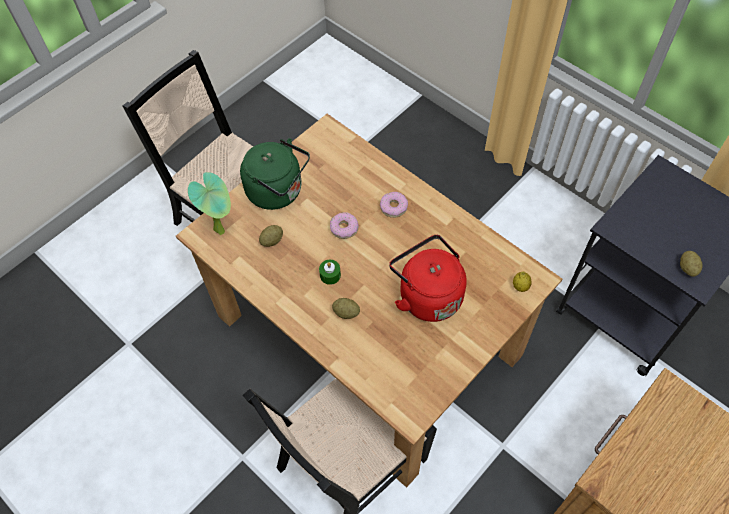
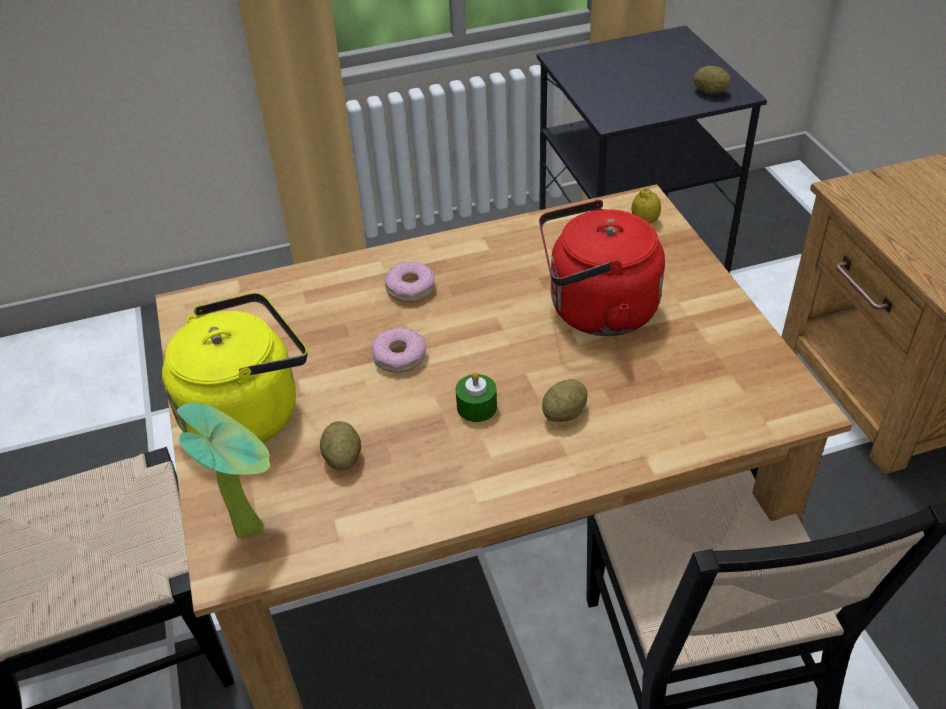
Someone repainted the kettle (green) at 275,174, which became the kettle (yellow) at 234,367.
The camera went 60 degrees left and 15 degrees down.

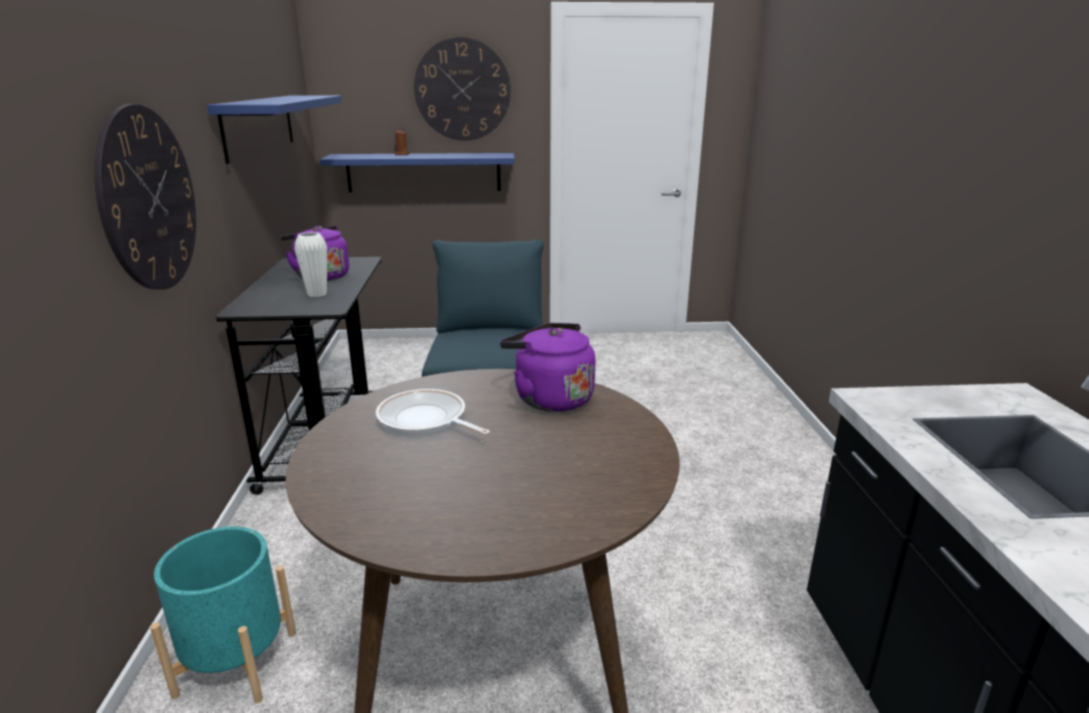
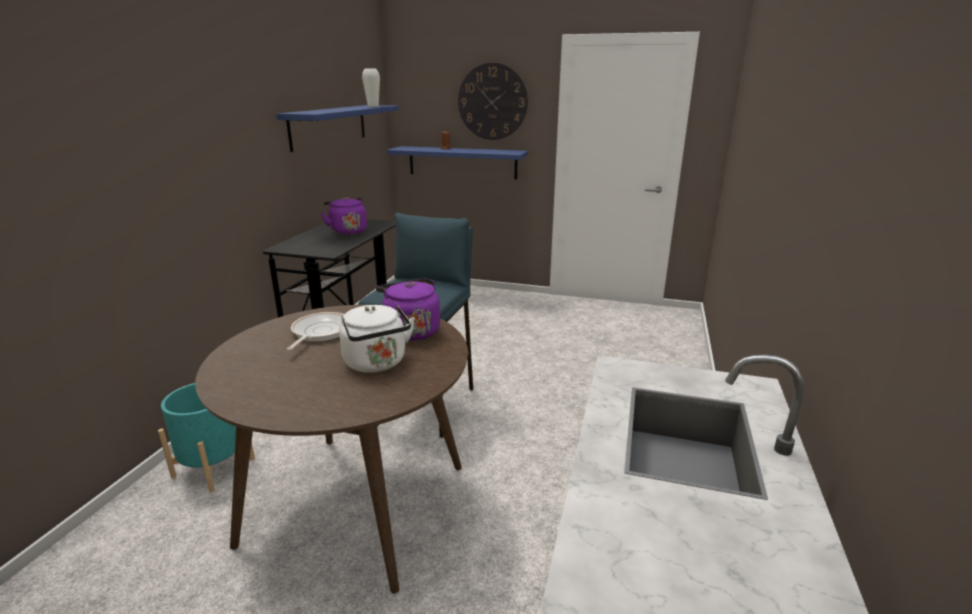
Someone took away the wall clock at 145,197.
Someone carried the vase (white) from 310,264 to 371,88.
Someone rotated the frying pan at 433,412 by 45 degrees clockwise.
Someone put down the kettle (white) at 377,339.
The camera went 20 degrees right and 0 degrees up.

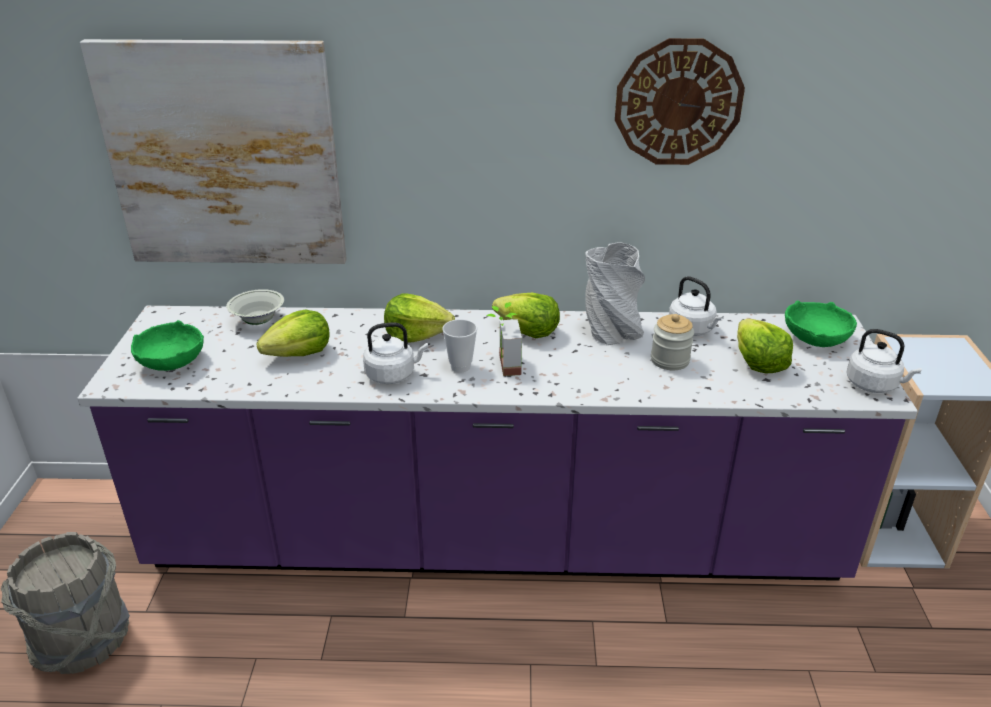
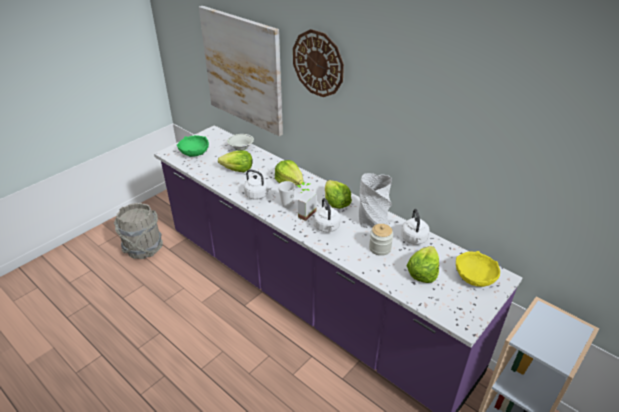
Someone carried the wall clock from 680,101 to 318,63.
Someone repainted the bowl (green) at 821,323, which became the bowl (yellow) at 478,269.
Someone carried the kettle (white) from 884,361 to 327,215.
The camera went 40 degrees right and 5 degrees up.

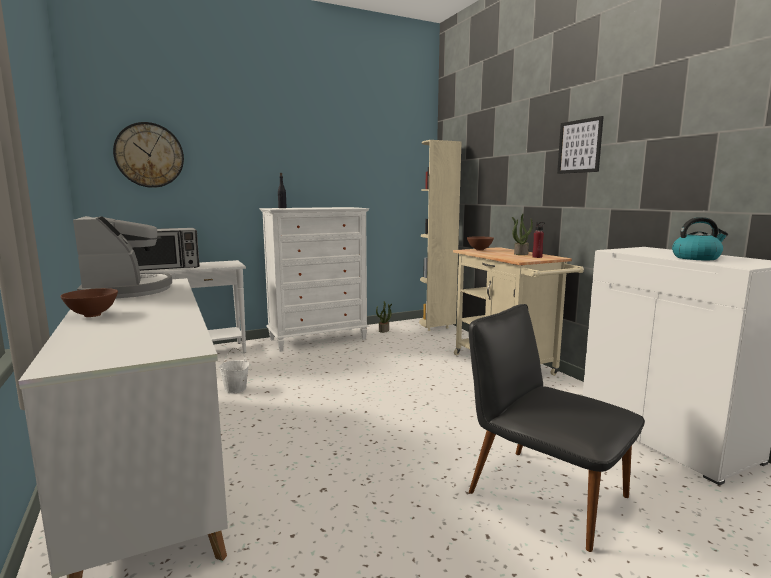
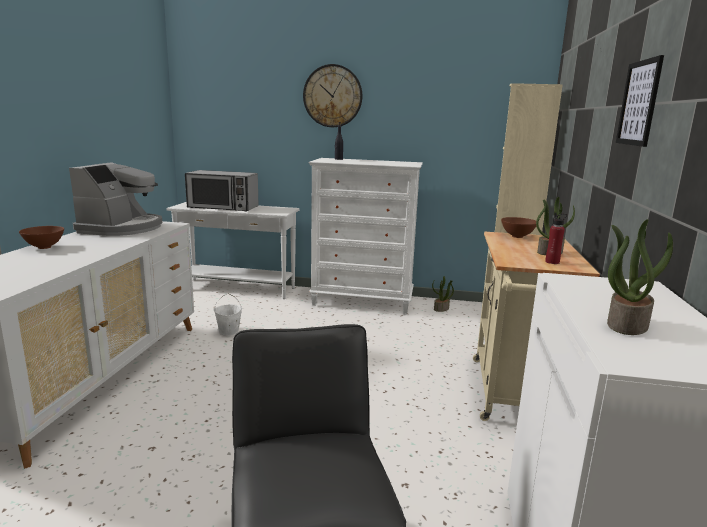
Someone carried the wall clock from 148,155 to 332,95.
Someone swapped the kettle at 700,238 for the potted plant at 640,277.
The camera went 35 degrees right and 5 degrees up.

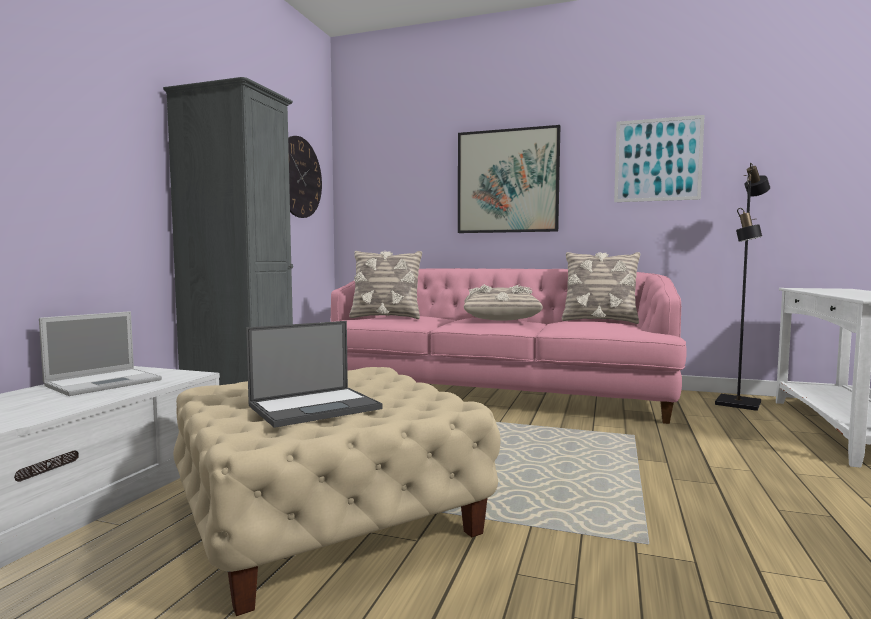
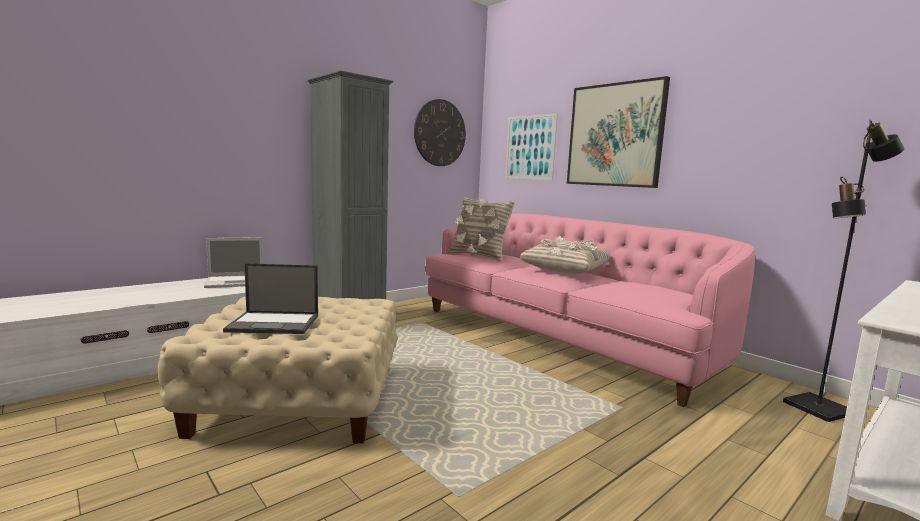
Someone took away the pillow (beige) at 601,288.
Someone carried the picture from 659,158 to 531,146.
The camera went 30 degrees right and 5 degrees up.

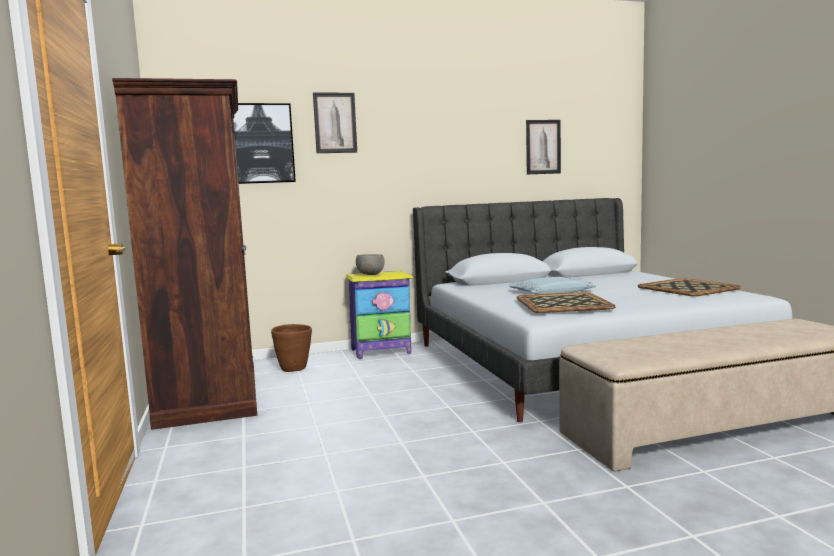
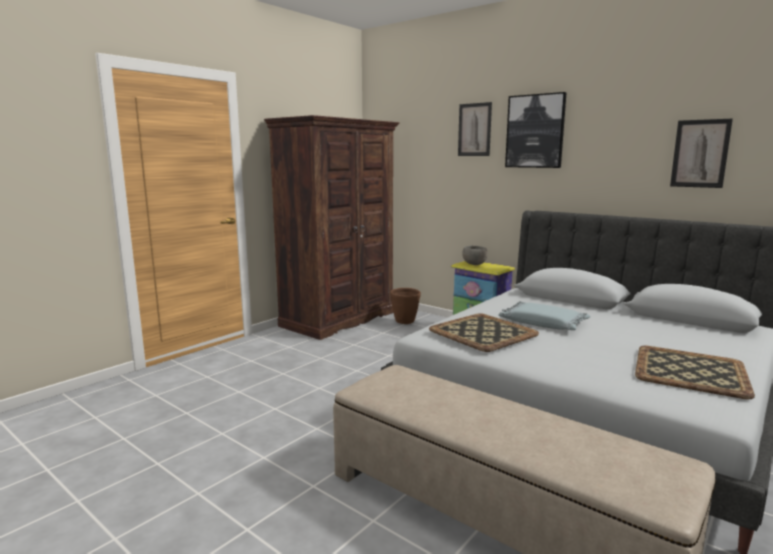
Someone carried the picture from 264,143 to 536,130.
The camera went 55 degrees right and 5 degrees up.

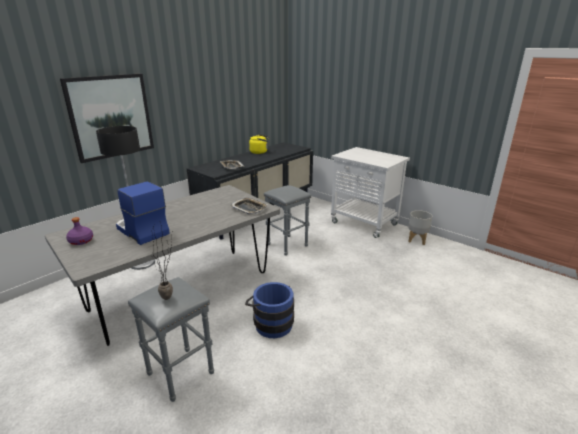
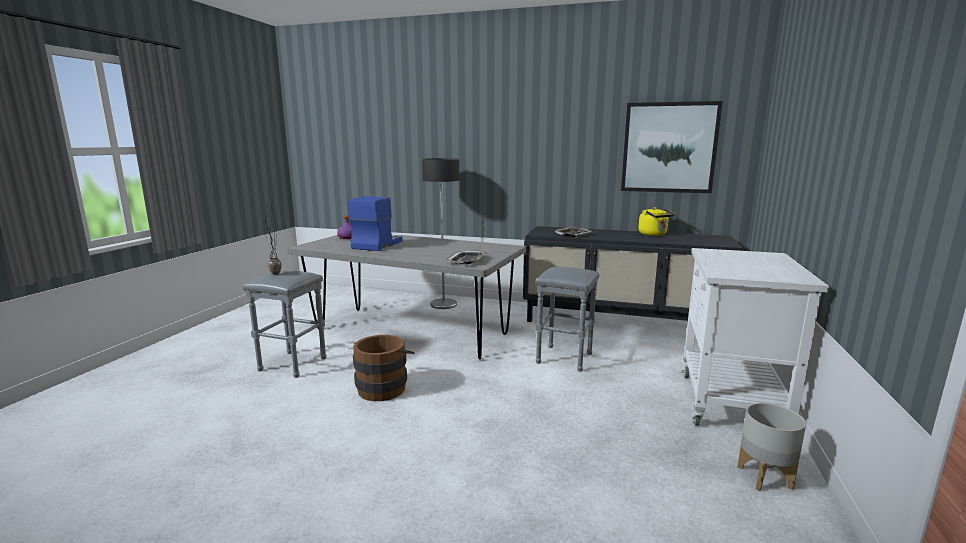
Someone carried the picture from 107,118 to 672,147.
Someone repainted the bucket (blue) at 269,310, which became the bucket (brown) at 384,368.
The camera went 65 degrees right and 10 degrees down.

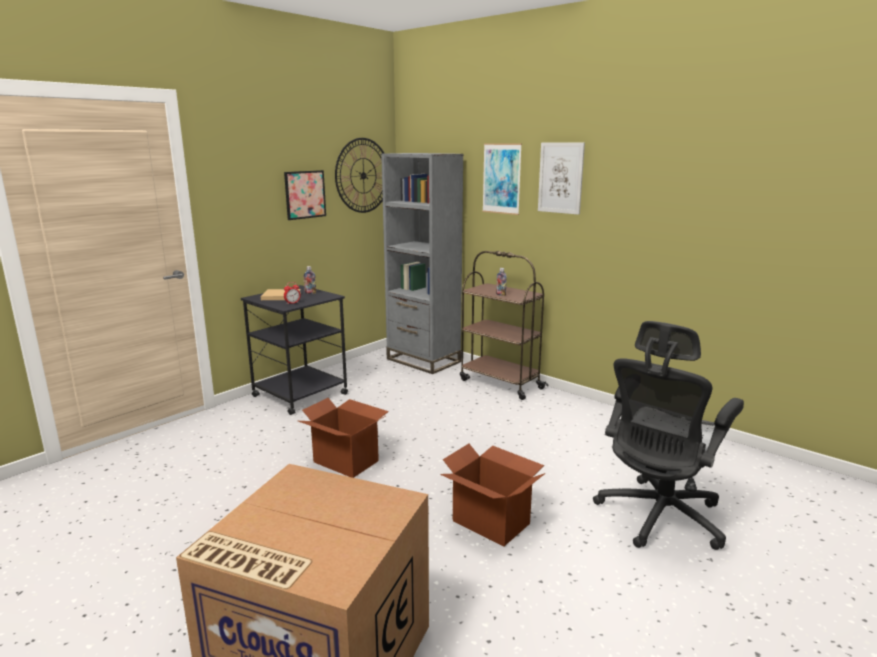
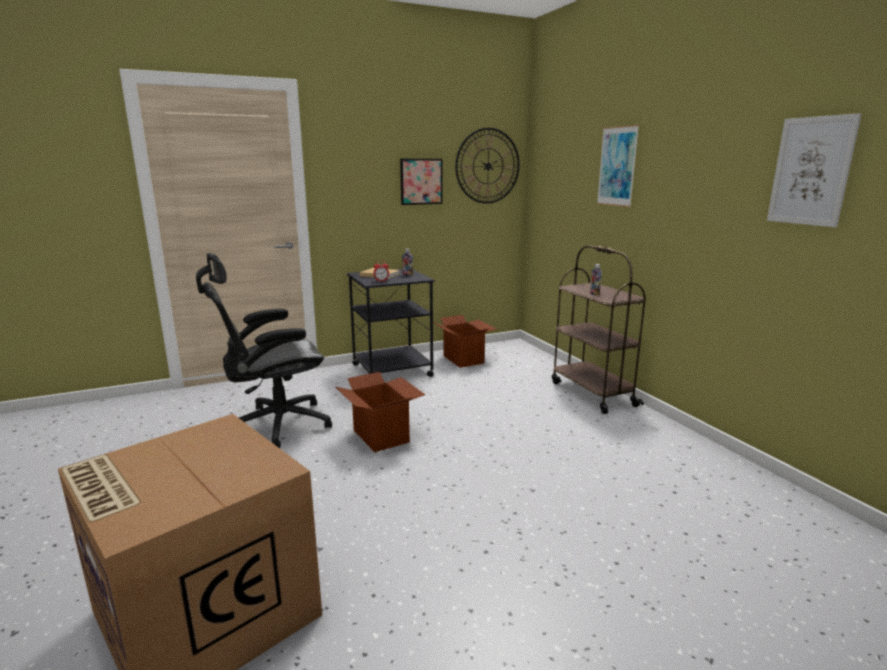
Someone took away the bookcase (grey) at 422,263.
Someone carried the cardboard box from 492,495 to 464,341.
Someone carried the picture from 561,178 to 814,170.
Someone carried the office chair from 668,435 to 264,350.
The camera went 25 degrees right and 0 degrees up.

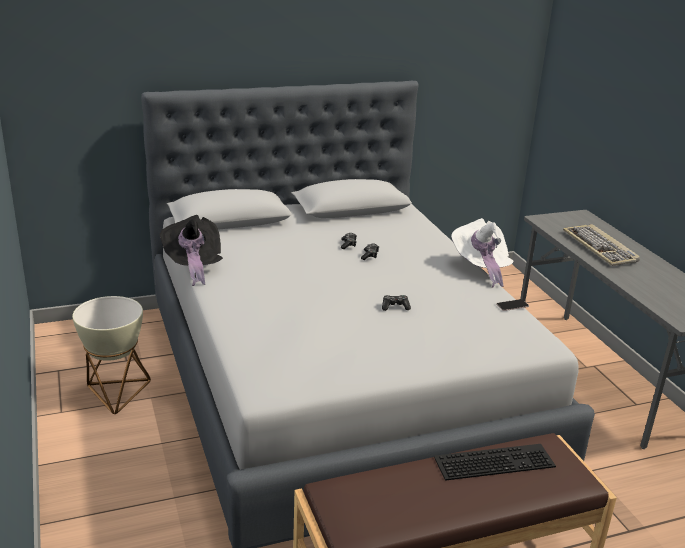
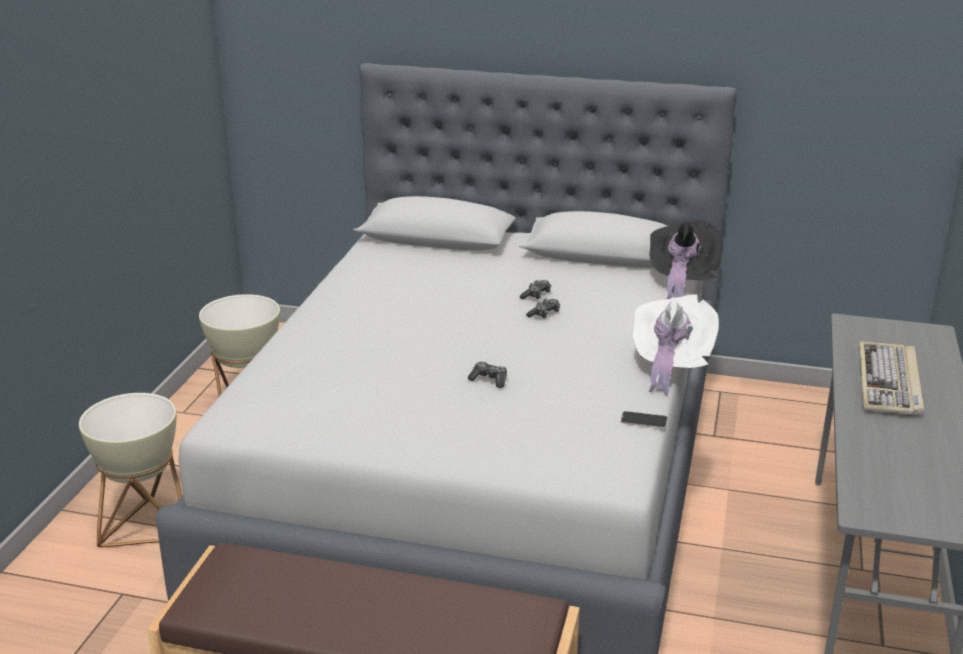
Someone carried the hat (black) from 191,250 to 686,259.
Someone took away the keyboard at 495,462.
Someone put down the planter at 130,470.
The camera went 35 degrees right and 0 degrees up.

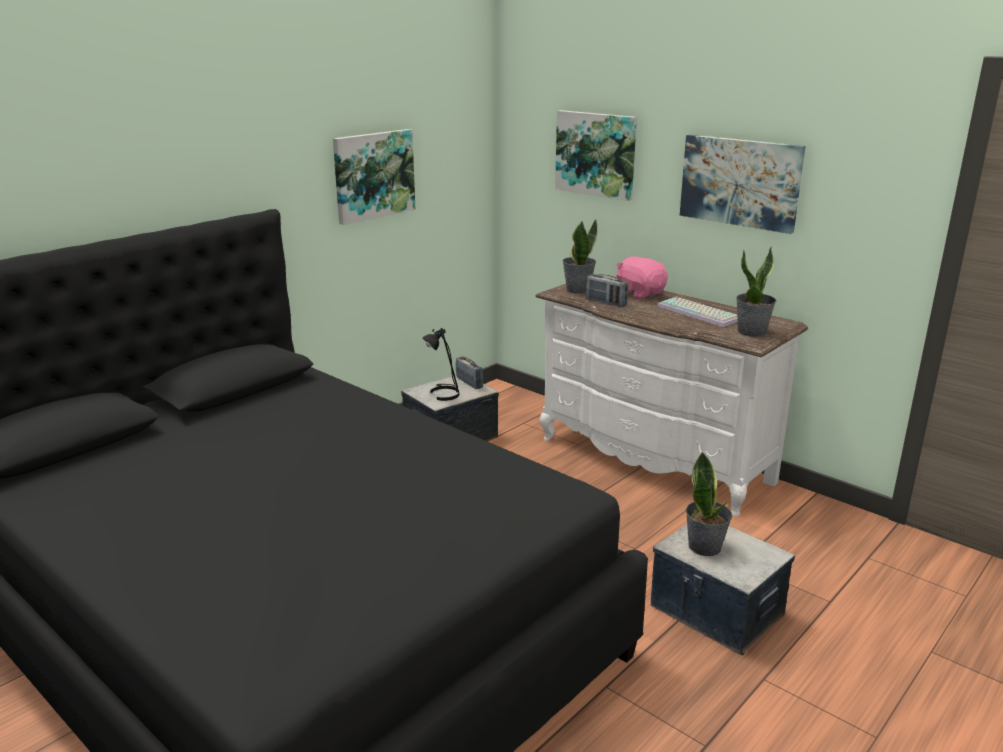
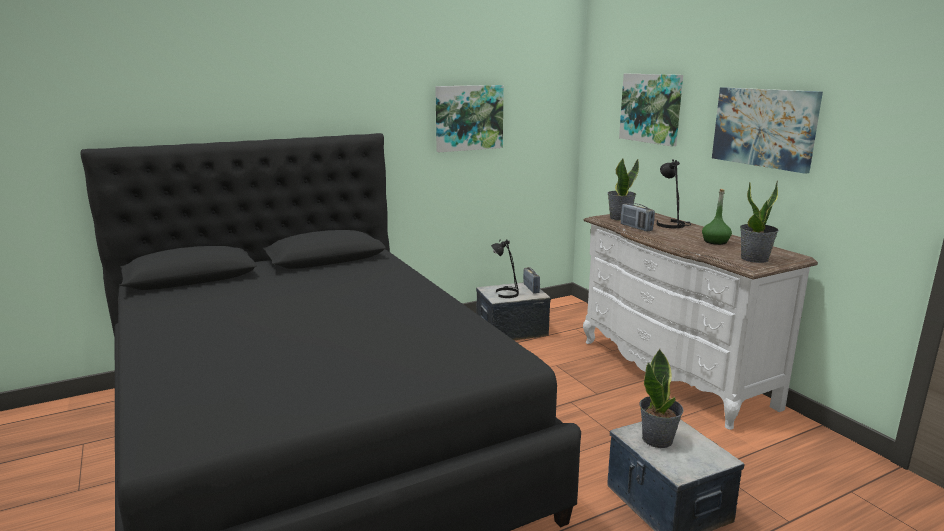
Someone swapped the plush toy (pink) at 642,277 for the table lamp (black) at 674,193.
Someone swapped the keyboard at 697,312 for the bottle (green) at 717,217.
The camera went 20 degrees right and 5 degrees down.

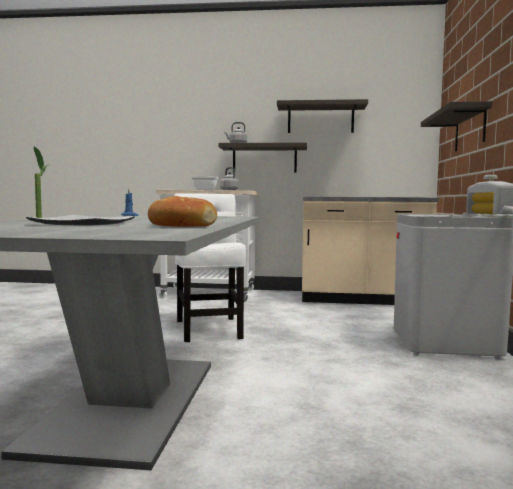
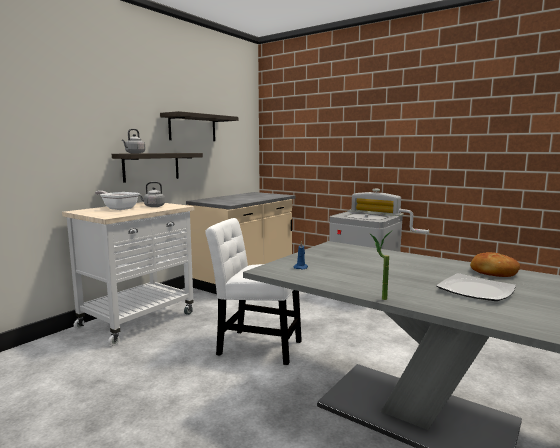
Someone took away the shelf at 456,126.
The camera went 60 degrees left and 5 degrees up.

